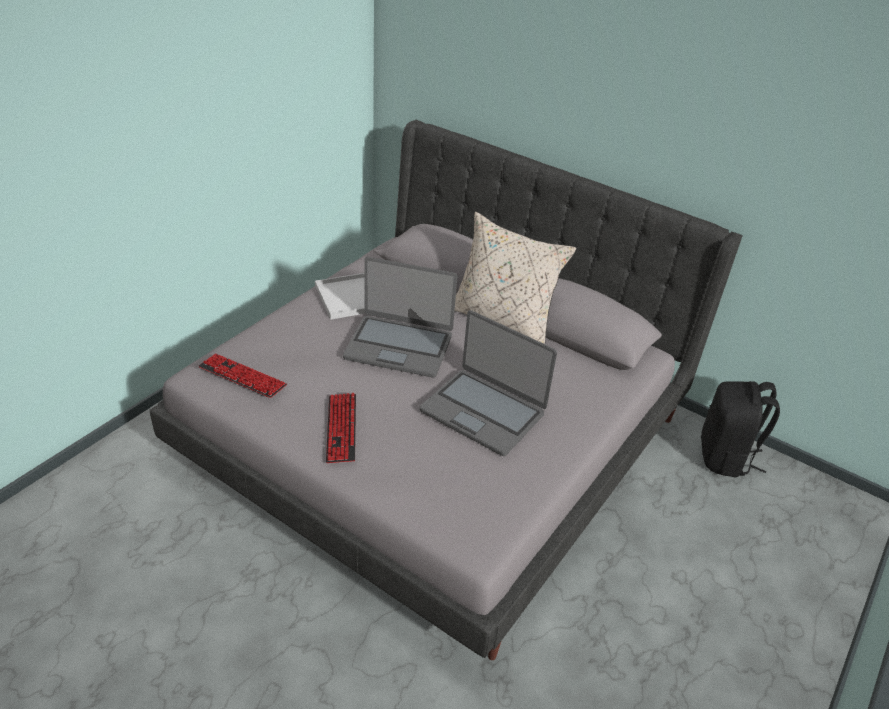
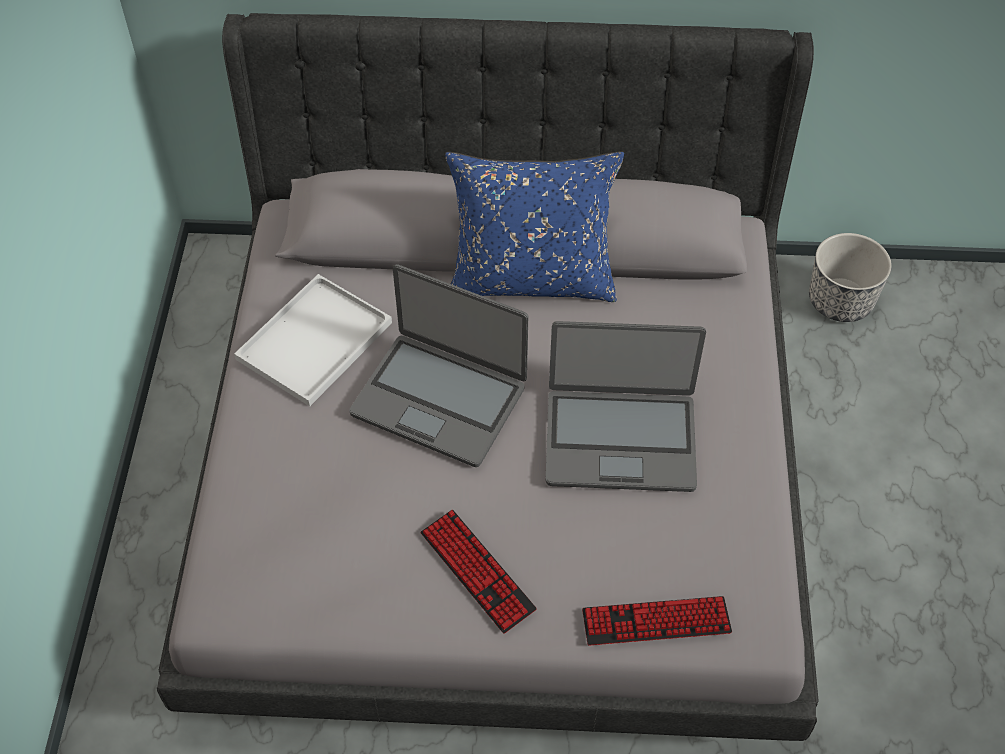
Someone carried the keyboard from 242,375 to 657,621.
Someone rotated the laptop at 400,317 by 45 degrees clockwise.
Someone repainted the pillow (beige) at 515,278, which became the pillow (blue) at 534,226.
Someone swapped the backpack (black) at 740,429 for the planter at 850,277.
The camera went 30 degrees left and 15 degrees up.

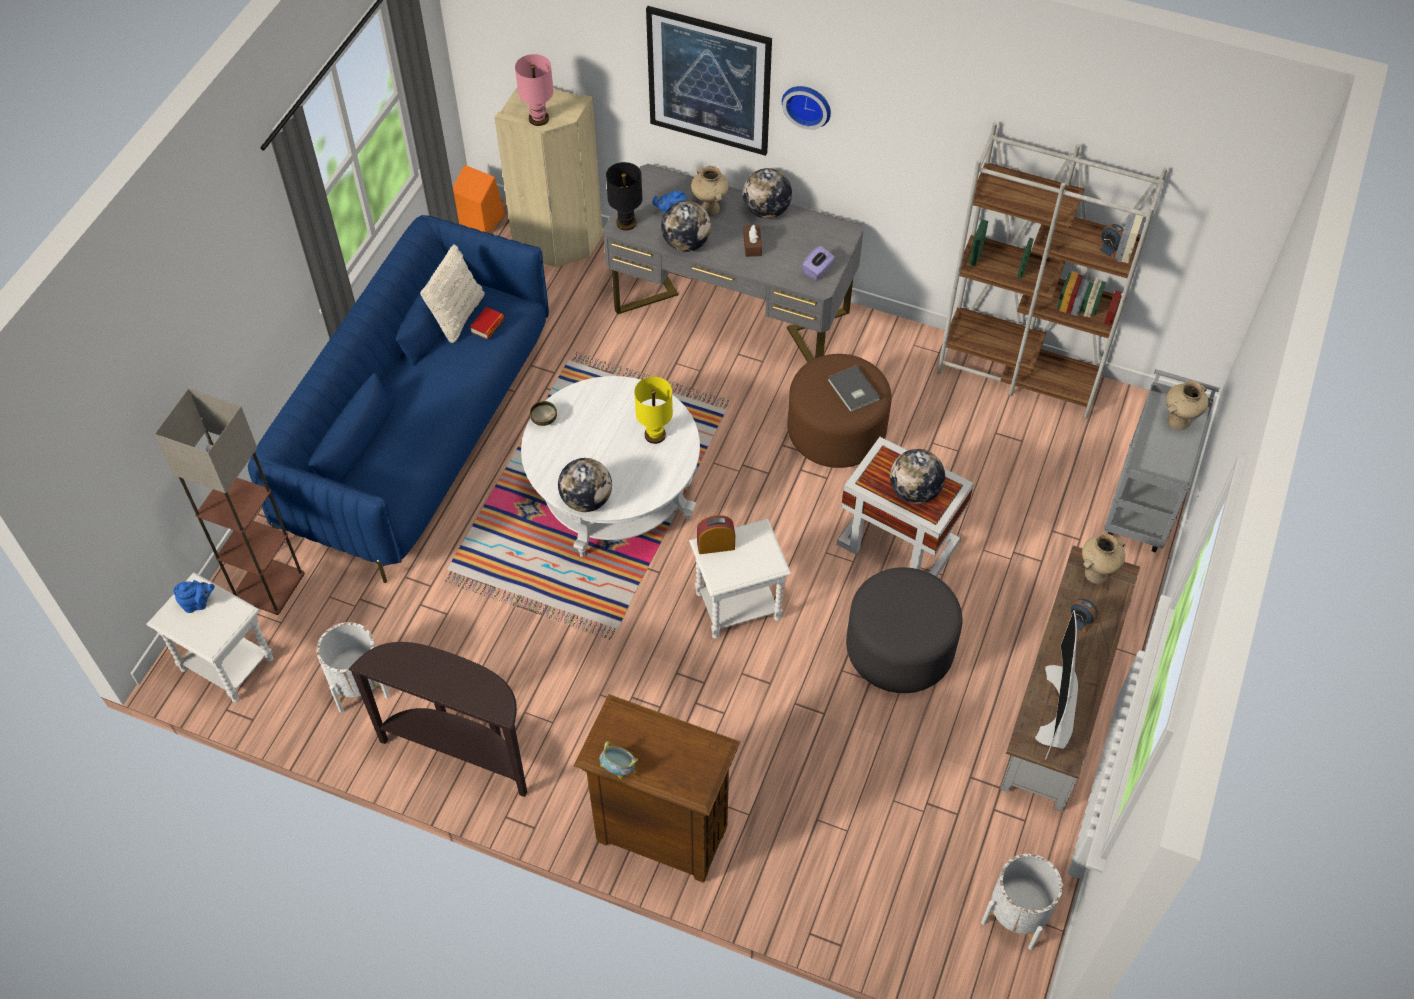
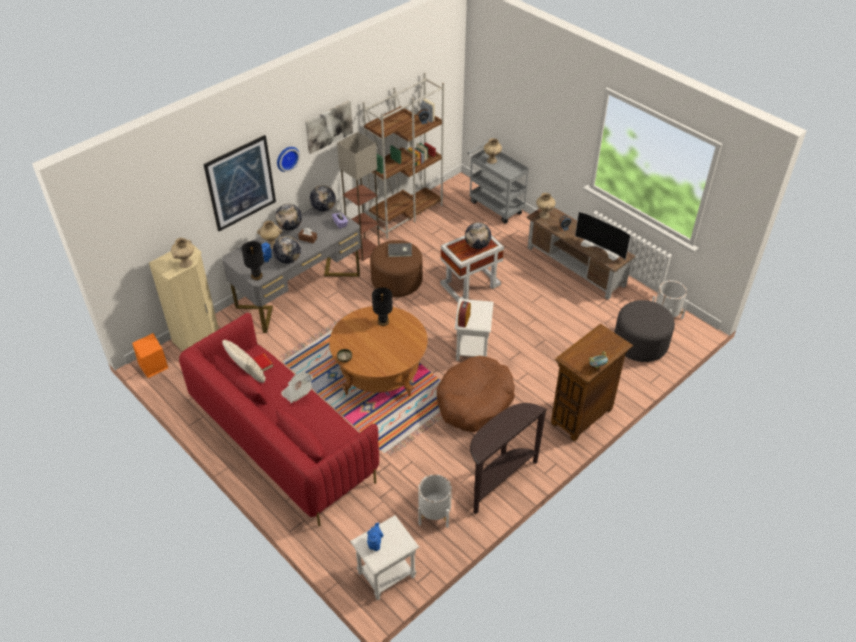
Someone carried the floor lamp from 230,501 to 358,196.
Someone repainted the sofa (blue) at 398,399, which became the sofa (red) at 279,419.
Someone swapped the table lamp (pink) at 534,90 for the vase (beige) at 182,253.
Someone repainted the coffee table (white) at 610,466, which became the coffee table (brown) at 378,351.
Someone carried the globe from 585,485 to 323,198.
Someone repainted the table lamp (yellow) at 653,410, which became the table lamp (black) at 382,306.
Someone carried the ottoman (grey) from 904,630 to 644,331.
Someone put down the newspaper at 297,387.
Someone put up the picture at 329,127.
Someone put down the dog bed (brown) at 476,394.
The camera went 65 degrees left and 10 degrees down.

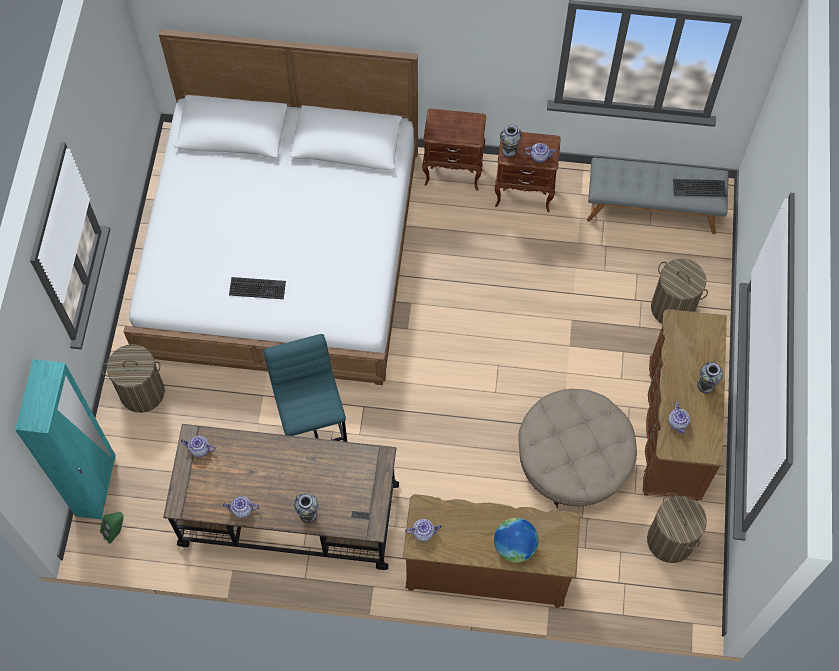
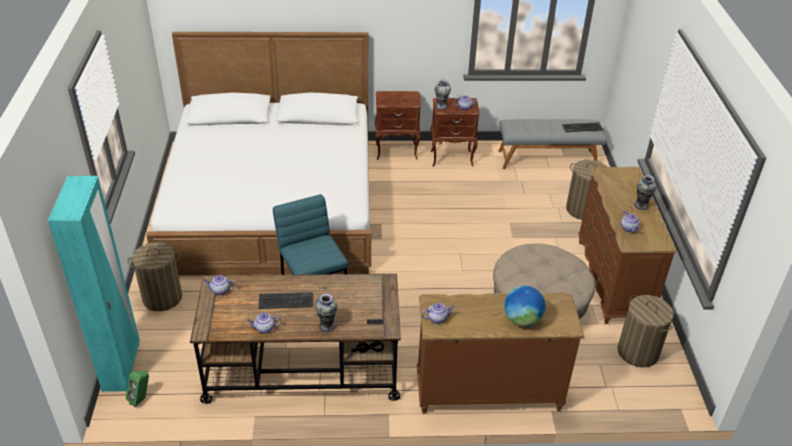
Someone carried the keyboard from 257,288 to 285,300.
The camera went 10 degrees left and 25 degrees down.

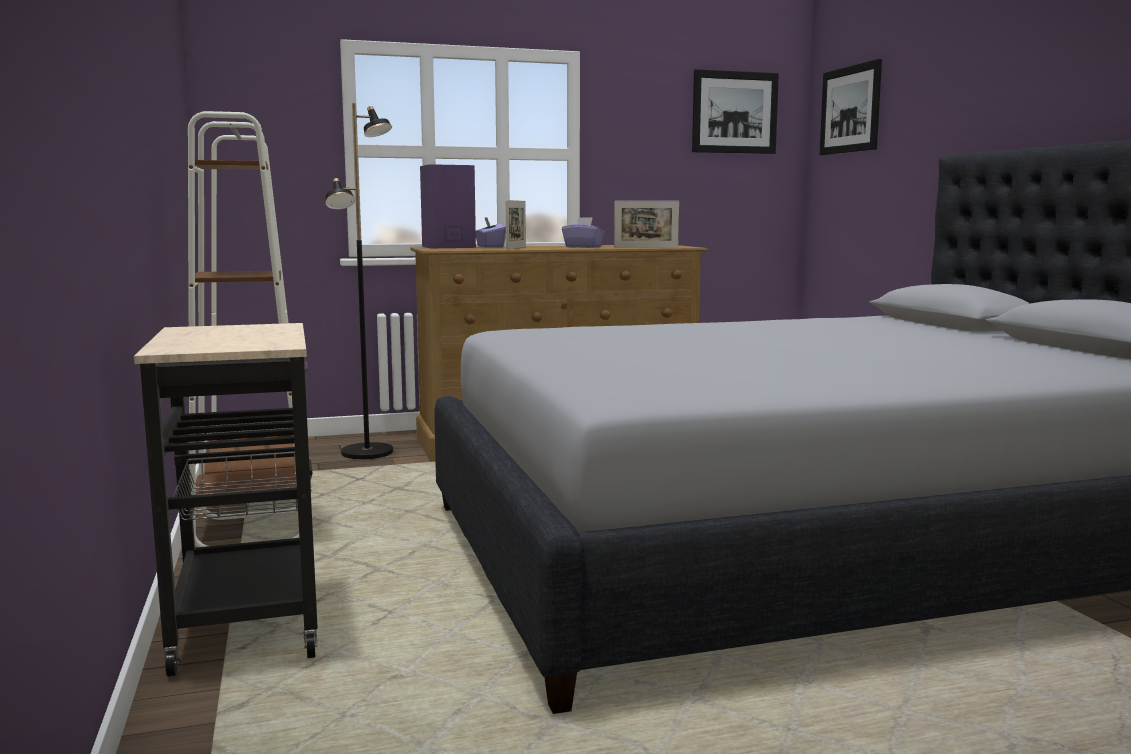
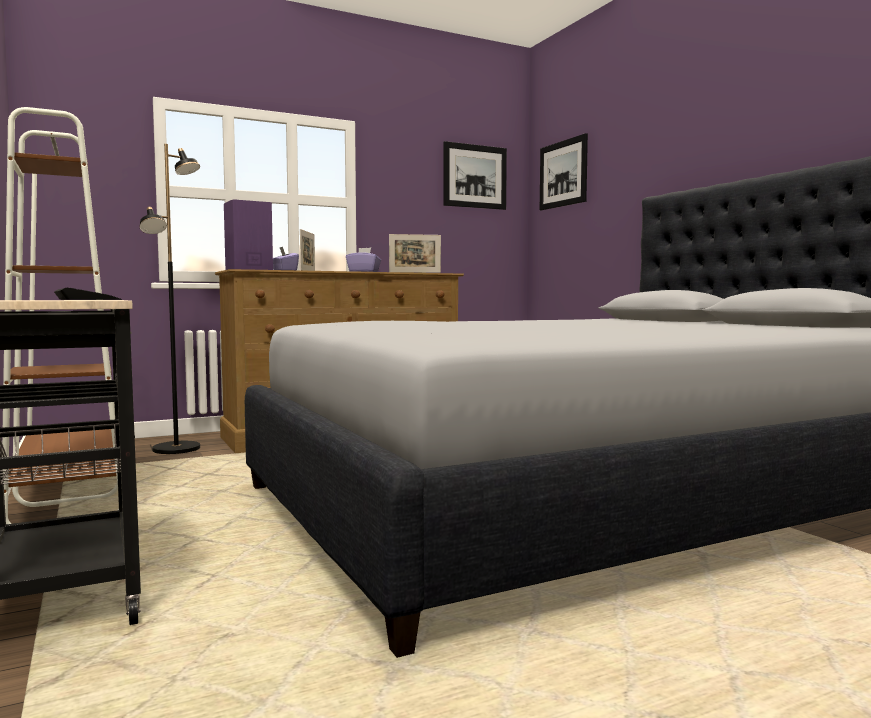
Someone put down the keyboard at 88,294.
The camera went 10 degrees left and 5 degrees down.

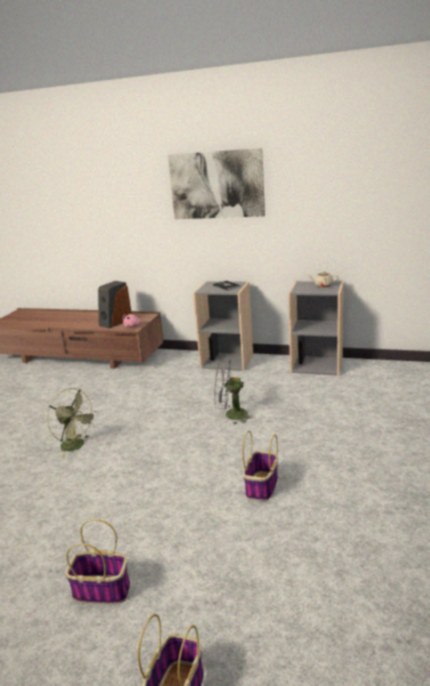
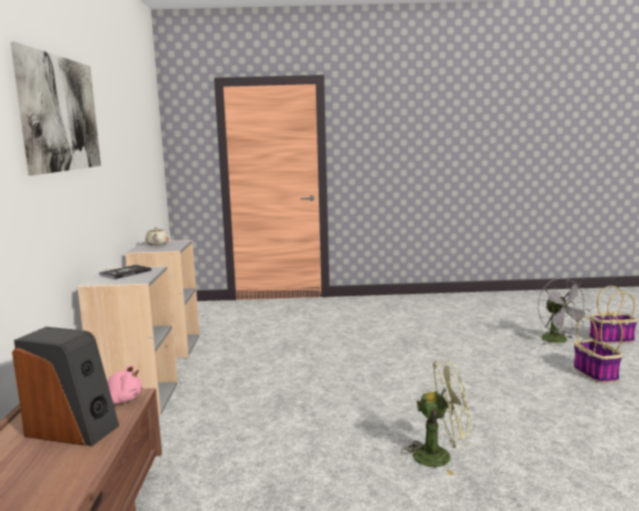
Someone rotated the fan (green) at 72,422 by 75 degrees clockwise.
Someone carried the fan (grey) from 234,392 to 564,311.
Someone took away the basket at 260,466.
The camera went 110 degrees left and 10 degrees down.

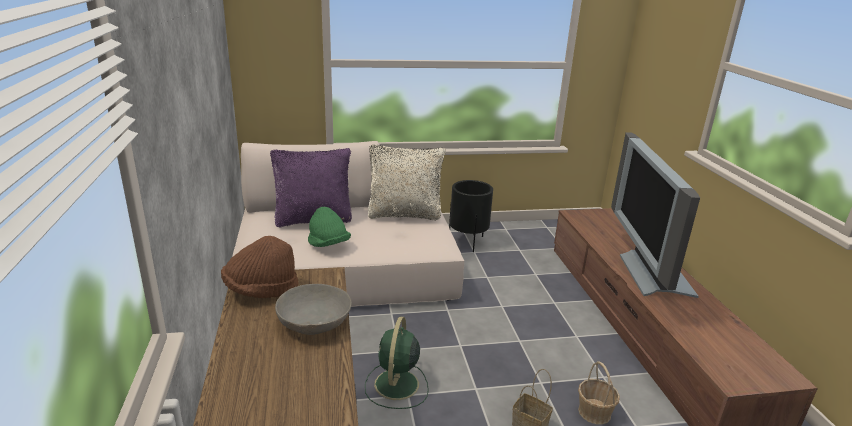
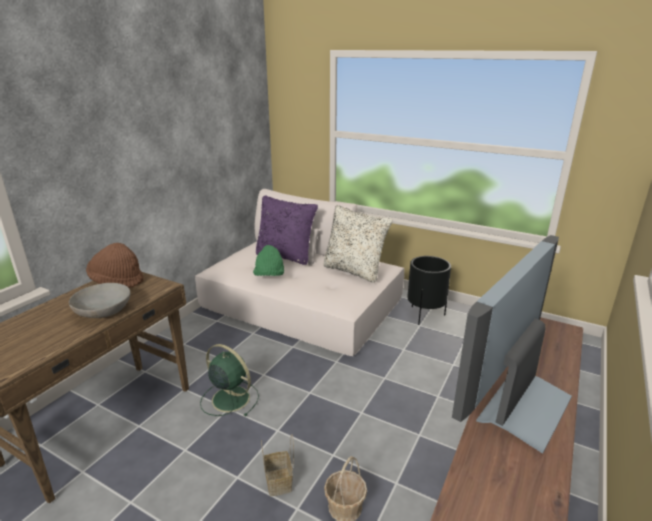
Someone rotated the fan (green) at 397,362 by 75 degrees clockwise.
The camera went 40 degrees right and 0 degrees up.

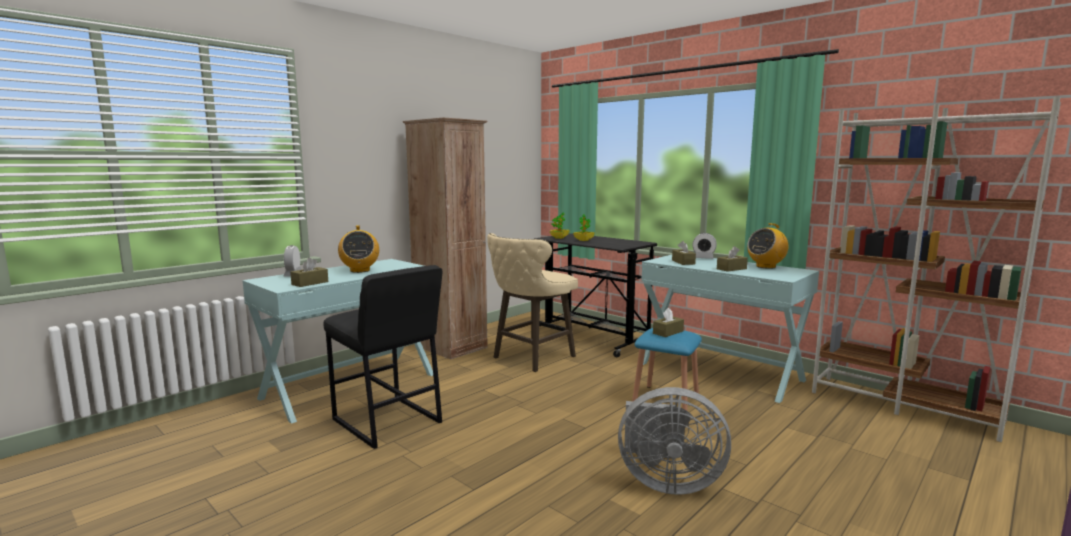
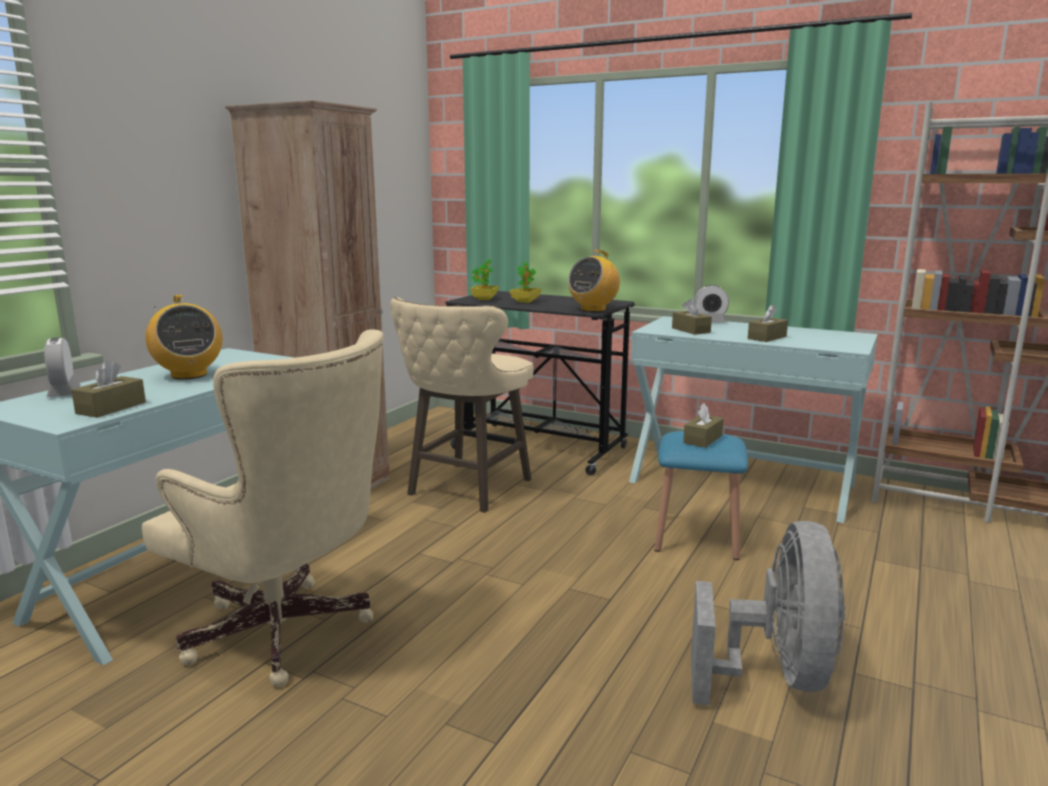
Someone swapped the stool (black) at 382,357 for the office chair (beige) at 263,508.
Someone rotated the fan (grey) at 674,441 by 75 degrees counterclockwise.
Someone carried the radio from 768,246 to 594,281.
The camera went 15 degrees left and 5 degrees up.

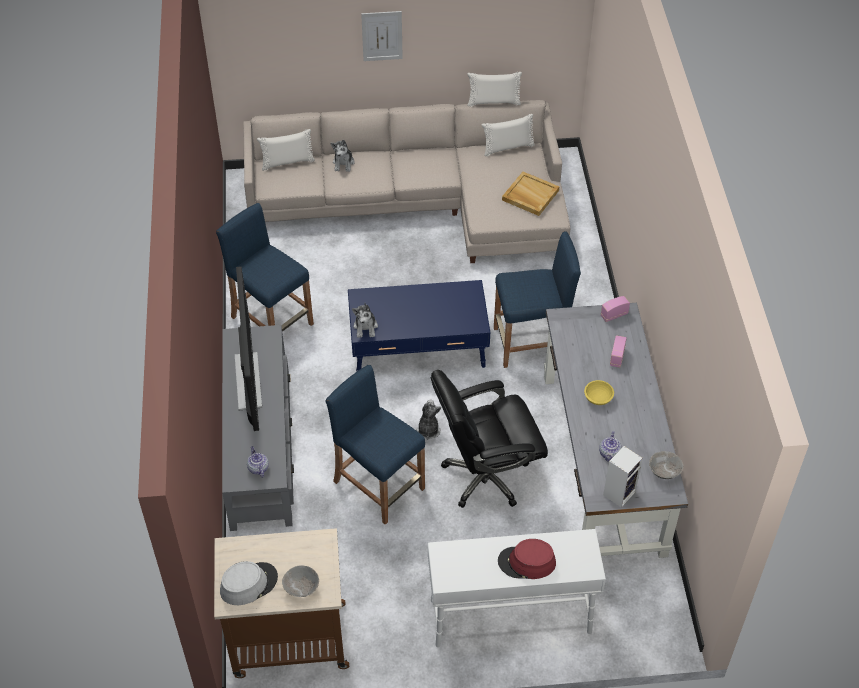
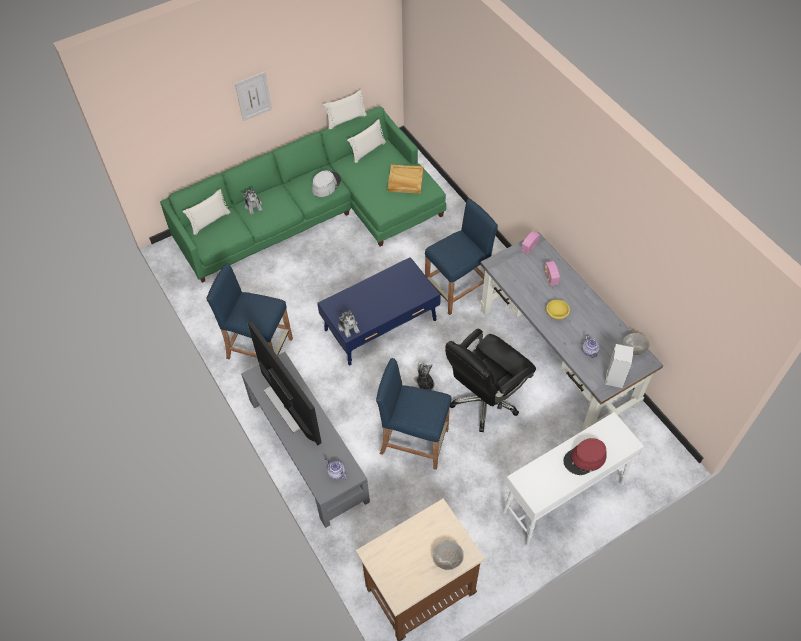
Someone carried the hat (grey) from 249,583 to 326,184.
Someone repainted the sofa (beige) at 406,181, which became the sofa (green) at 303,194.
The camera went 25 degrees left and 5 degrees up.

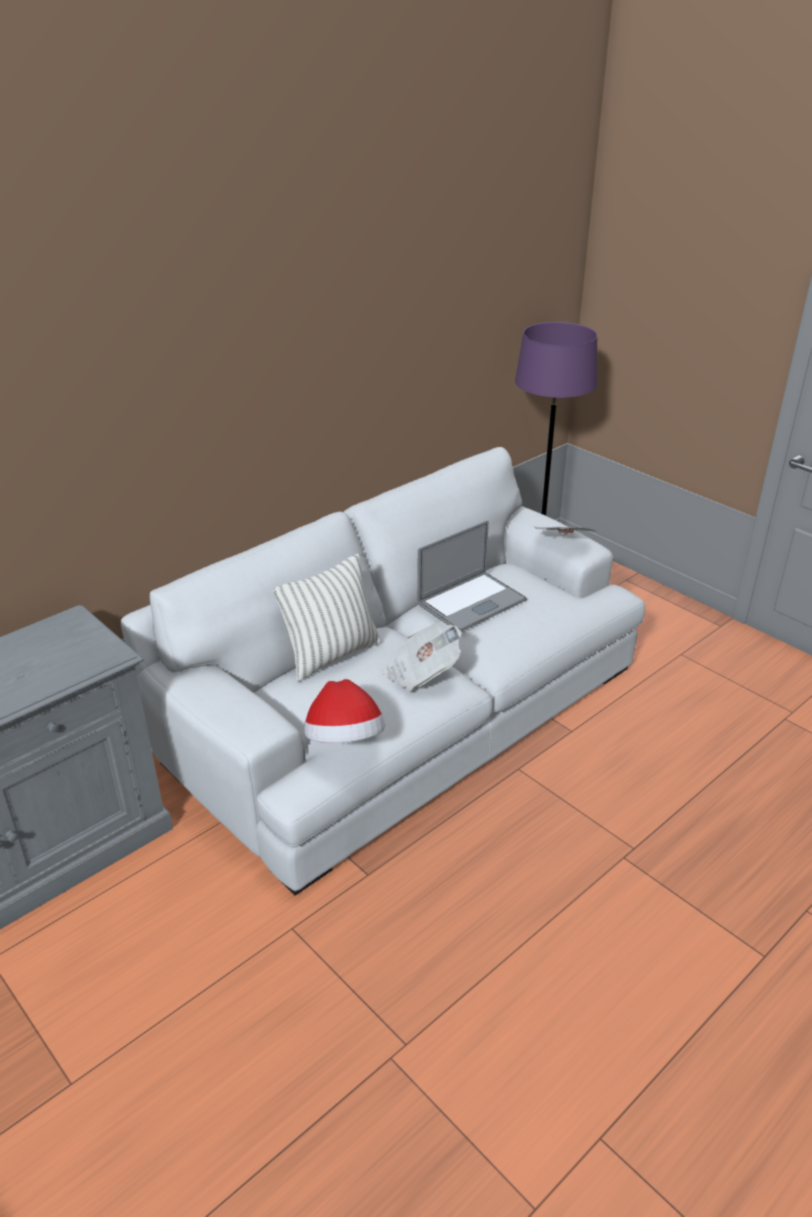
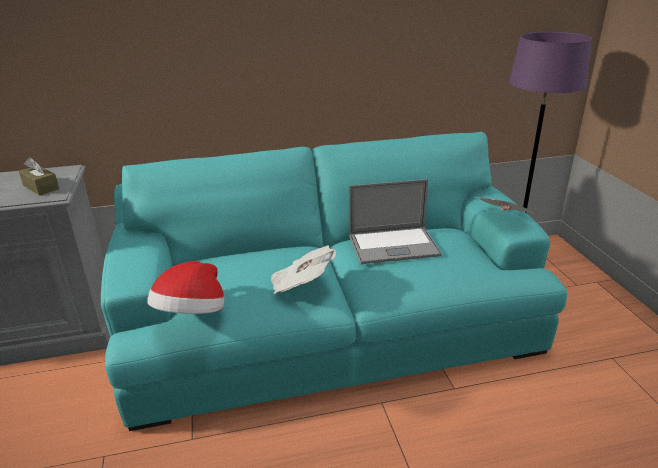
Someone repainted the sofa (white) at 383,671, which became the sofa (turquoise) at 334,281.
Someone took away the pillow at 327,618.
Someone put down the tissue box (brown) at 39,176.
The camera went 30 degrees right and 5 degrees down.

